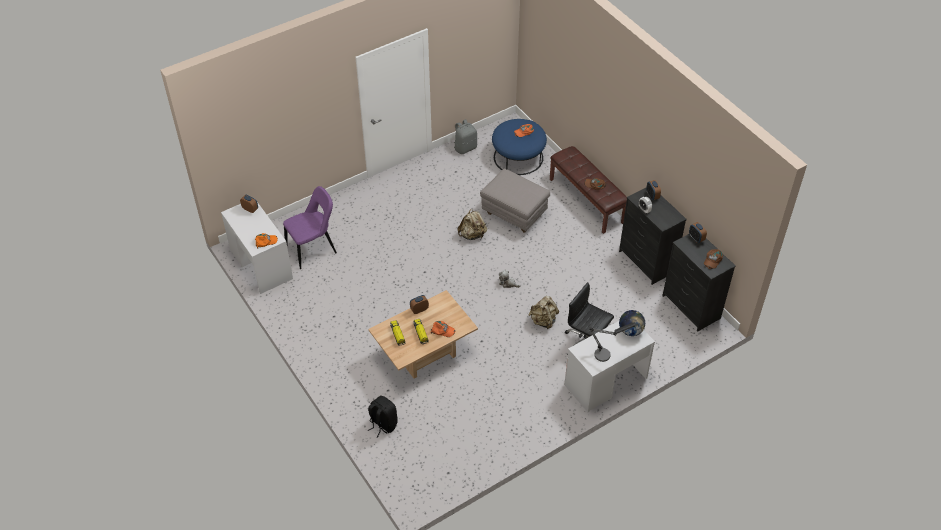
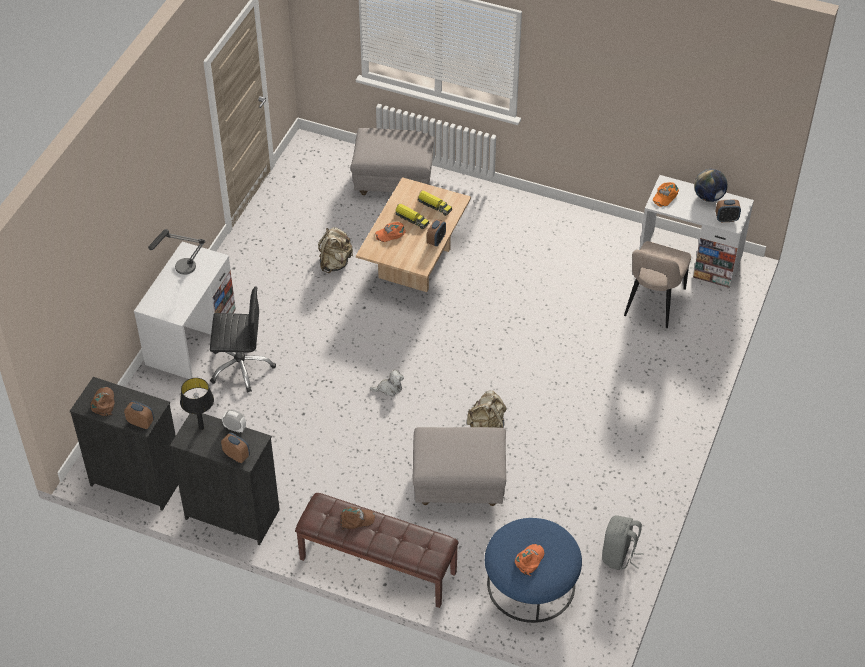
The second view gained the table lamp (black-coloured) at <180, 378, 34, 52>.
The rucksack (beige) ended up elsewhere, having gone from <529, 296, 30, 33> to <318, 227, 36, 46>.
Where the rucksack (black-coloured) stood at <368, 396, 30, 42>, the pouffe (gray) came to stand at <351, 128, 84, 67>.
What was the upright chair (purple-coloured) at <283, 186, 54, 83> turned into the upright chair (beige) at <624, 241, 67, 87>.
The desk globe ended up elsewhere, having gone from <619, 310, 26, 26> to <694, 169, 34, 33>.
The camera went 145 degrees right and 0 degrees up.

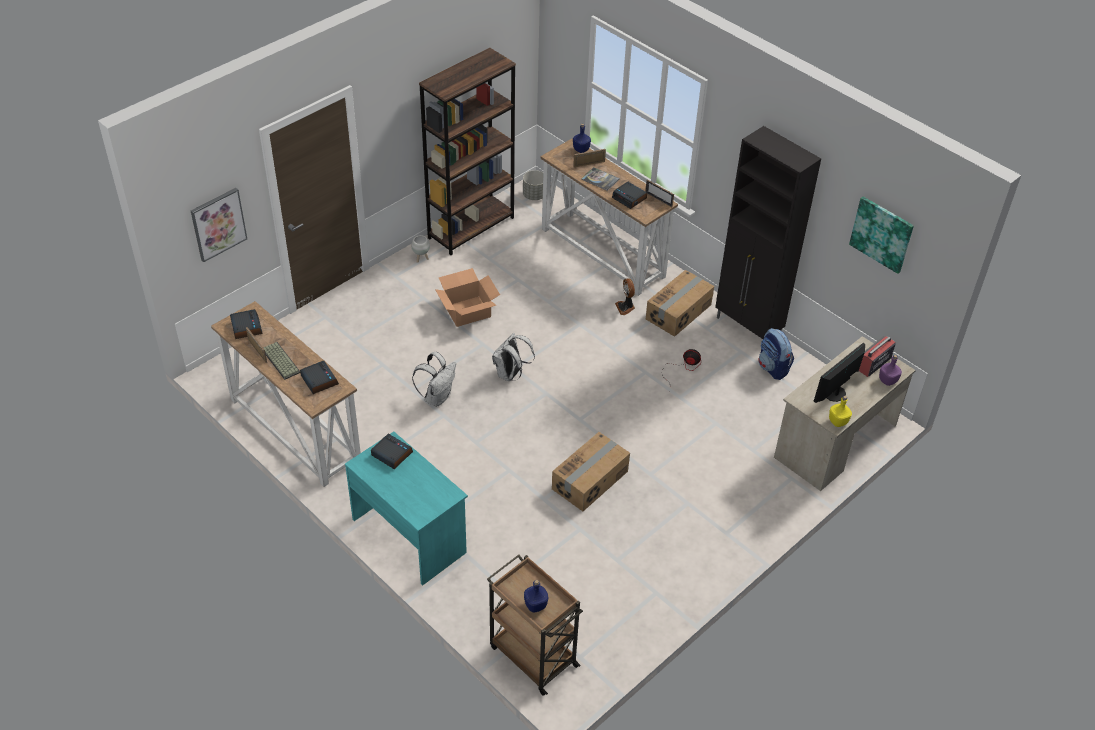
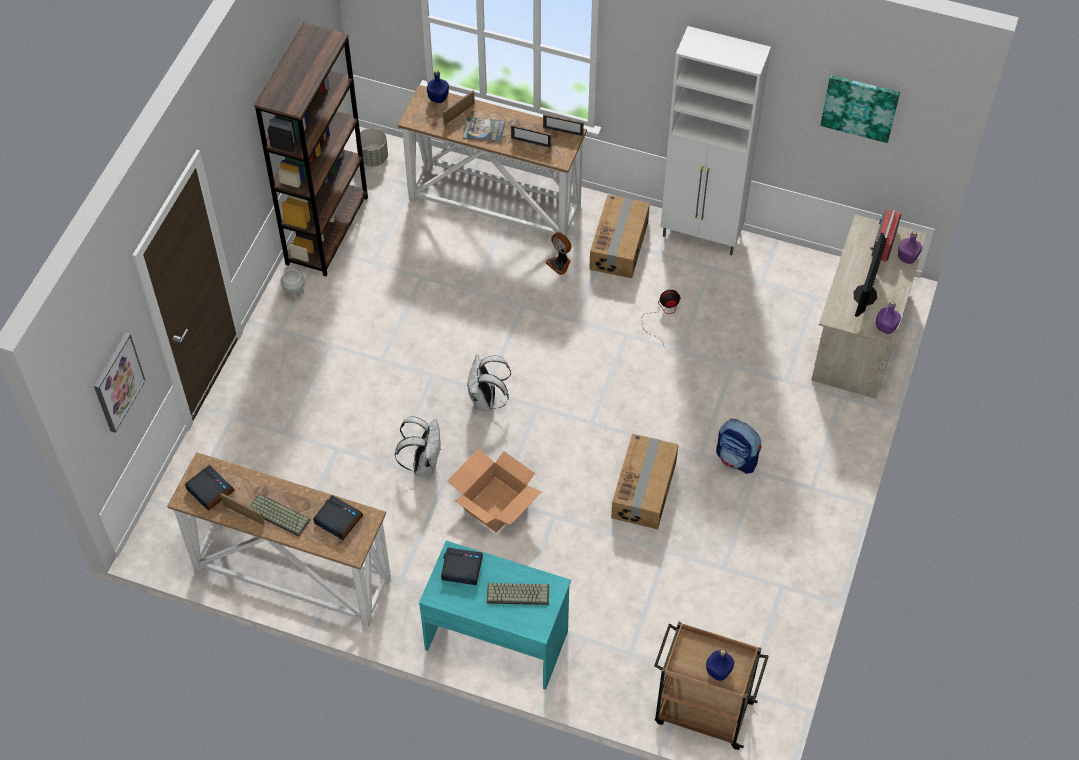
The carton ended up elsewhere, having gone from <435, 268, 65, 59> to <447, 449, 95, 84>.
The second view gained the PC keyboard at <487, 583, 62, 22>.
Where the table clock stood at <612, 182, 35, 27>, the photo frame came to stand at <511, 125, 40, 23>.
What was the storage cabinet (black-coloured) at <715, 126, 106, 213> turned into the storage cabinet (whitish) at <661, 26, 110, 229>.
The rucksack ended up elsewhere, having gone from <758, 328, 36, 52> to <716, 418, 46, 56>.
What was the bottle (yellow) at <829, 396, 23, 31> turned into the bottle (purple-coloured) at <876, 301, 25, 33>.
The camera went 25 degrees left and 10 degrees up.

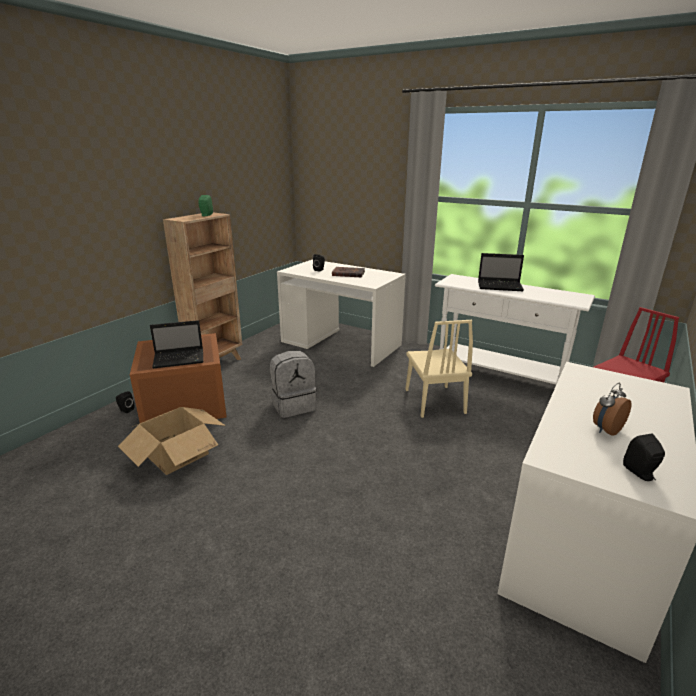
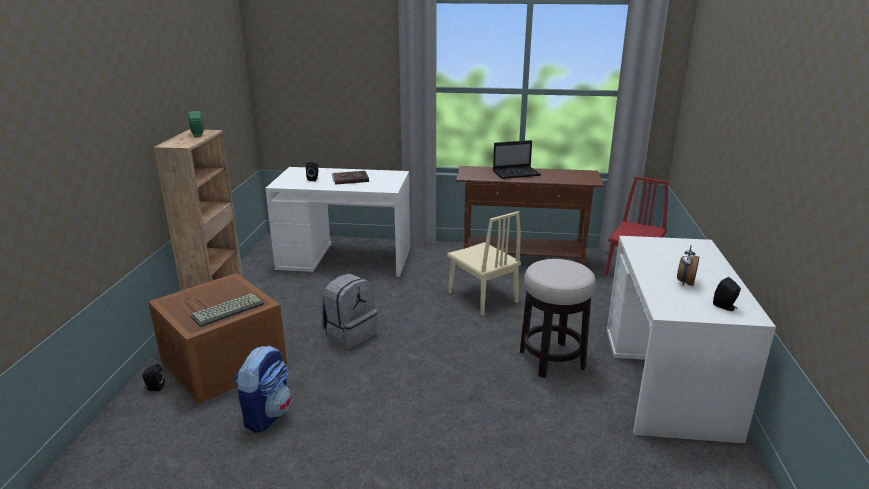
Where the laptop stood at <150, 320, 53, 48>, the PC keyboard came to stand at <191, 293, 73, 34>.
Where the carton stood at <118, 407, 108, 68>, the rucksack came to stand at <234, 346, 57, 87>.
What was the narrow table (whitish) at <435, 274, 160, 110> turned into the narrow table (brownish) at <456, 166, 148, 99>.
The second view gained the stool at <520, 259, 76, 119>.
The camera went 25 degrees left and 0 degrees up.

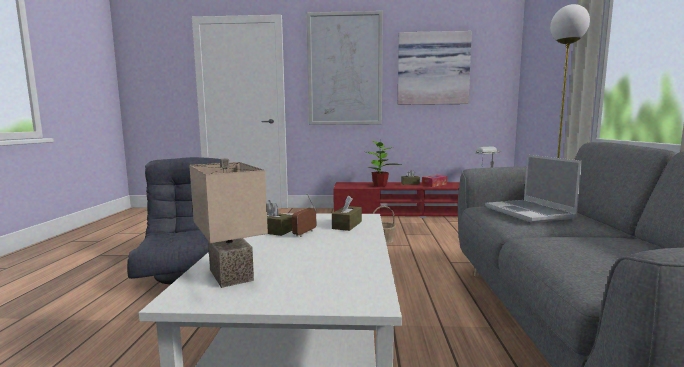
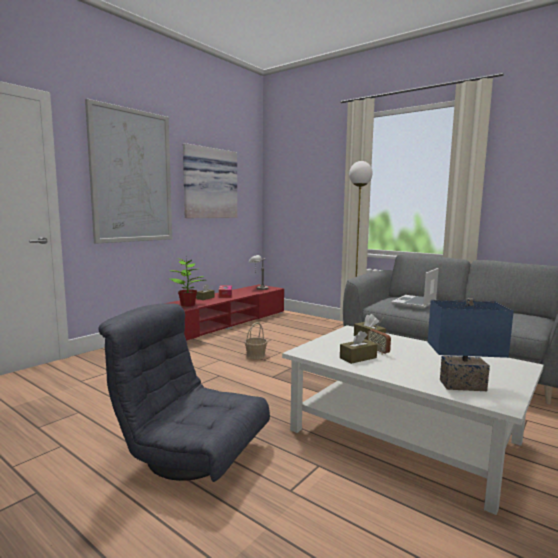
The laptop at <485, 155, 97, 68> ended up facing another way, 105 degrees clockwise from before.
What was the table lamp (beige) at <189, 158, 79, 130> turned into the table lamp (bluish) at <428, 298, 86, 93>.
The camera went 55 degrees left and 0 degrees up.

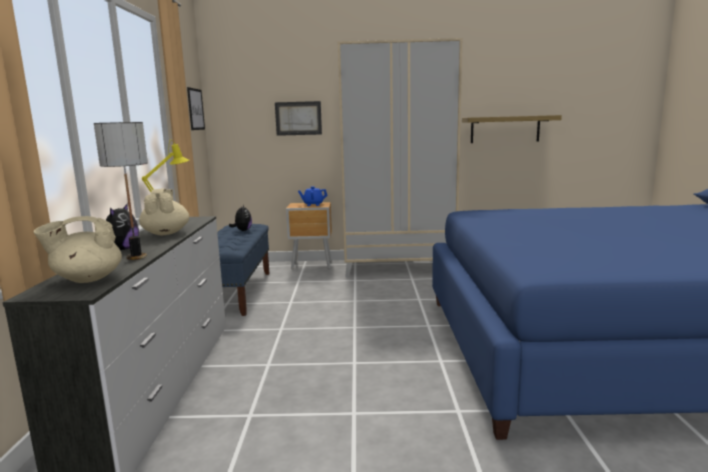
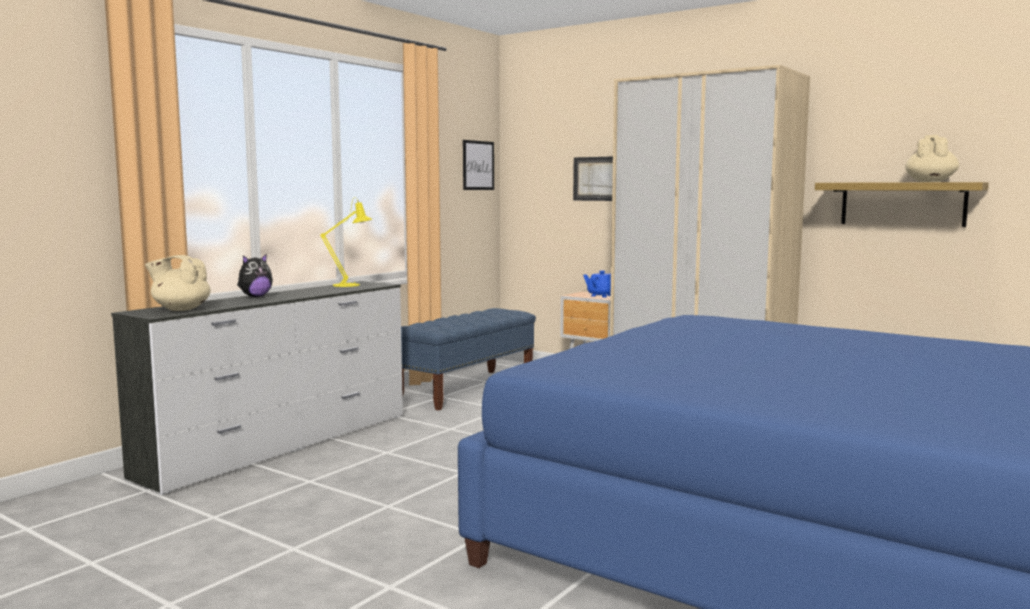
The teapot (beige) ended up elsewhere, having gone from <139, 188, 50, 47> to <905, 135, 54, 47>.
The second view lost the table lamp at <94, 122, 54, 138>.
The second view lost the soft toy at <229, 205, 23, 26>.
The camera went 35 degrees right and 5 degrees down.

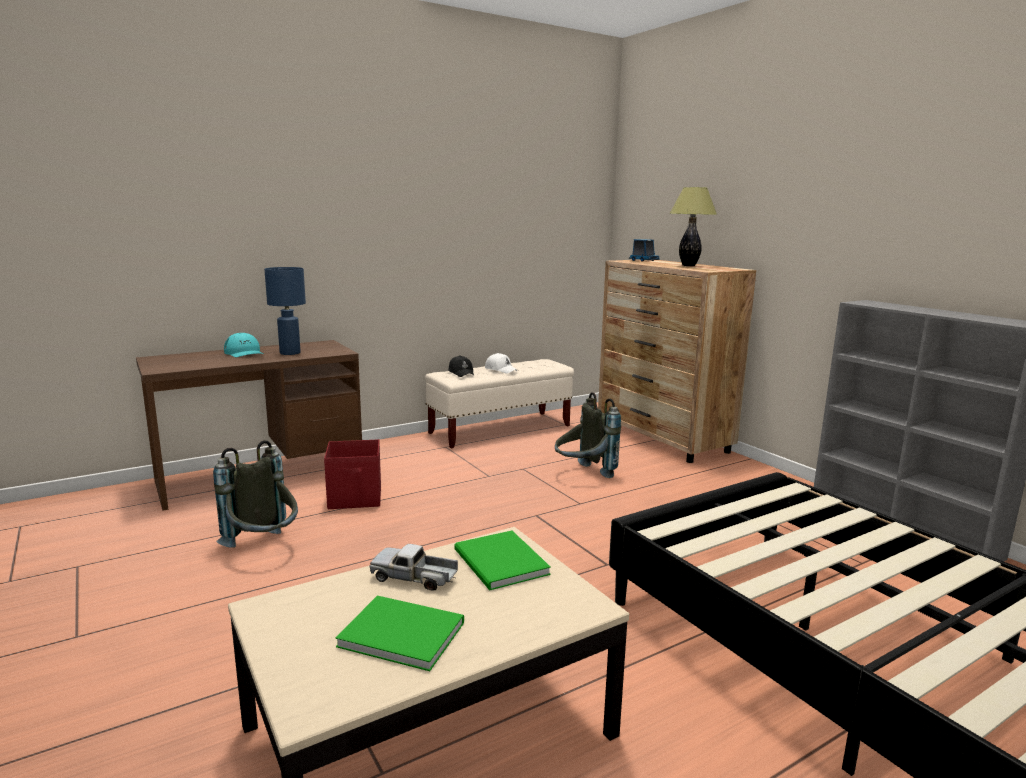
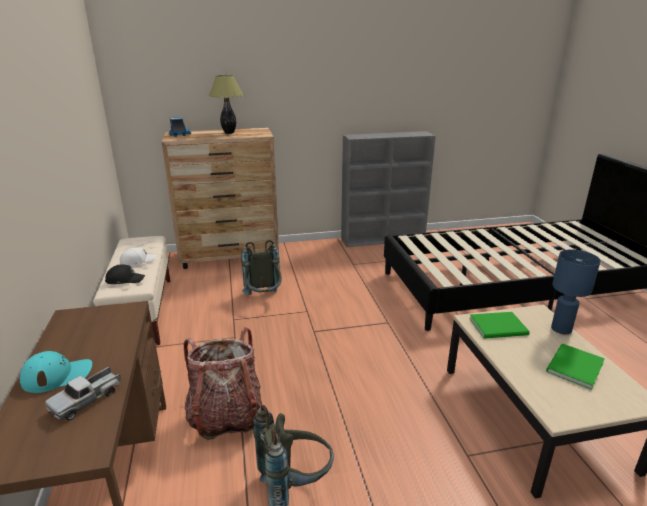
The model truck ended up elsewhere, having gone from <369, 544, 89, 47> to <45, 367, 76, 53>.
Where the storage box (reddish) stood at <324, 439, 57, 70>, the rucksack came to stand at <184, 327, 78, 113>.
The table lamp (bluish) ended up elsewhere, having gone from <264, 267, 42, 88> to <551, 249, 50, 85>.
The camera went 70 degrees left and 10 degrees up.

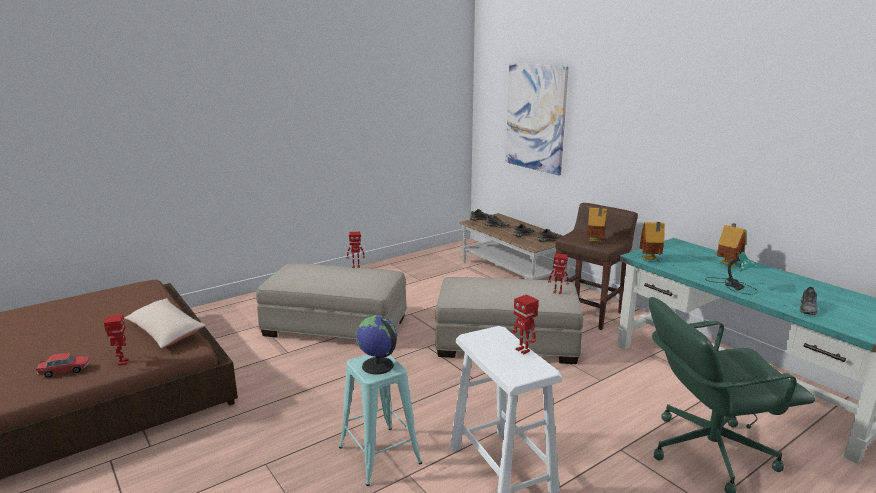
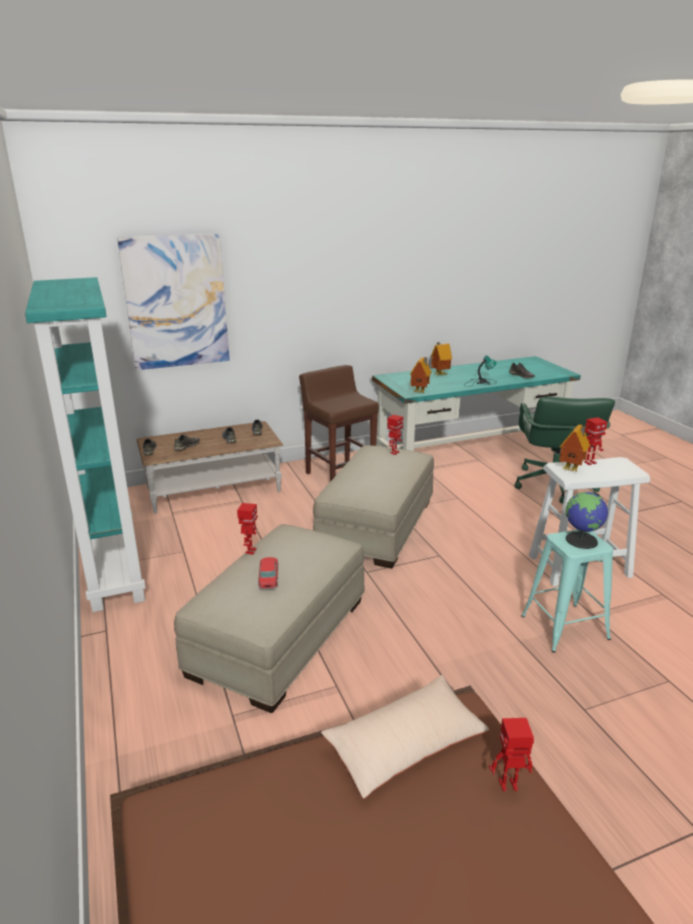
The second view gained the shelving unit (turquoise) at <25, 277, 121, 335>.
The miniature car ended up elsewhere, having gone from <36, 353, 53, 24> to <258, 557, 20, 32>.
The toy house ended up elsewhere, having gone from <587, 207, 20, 36> to <559, 425, 31, 47>.
The camera went 75 degrees left and 5 degrees up.

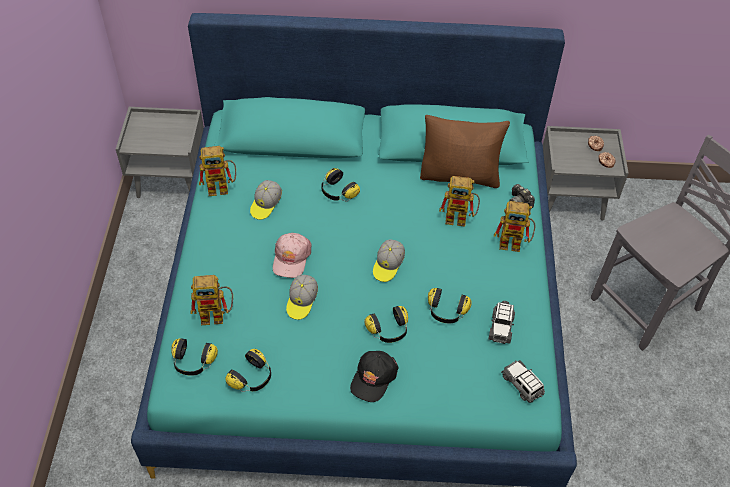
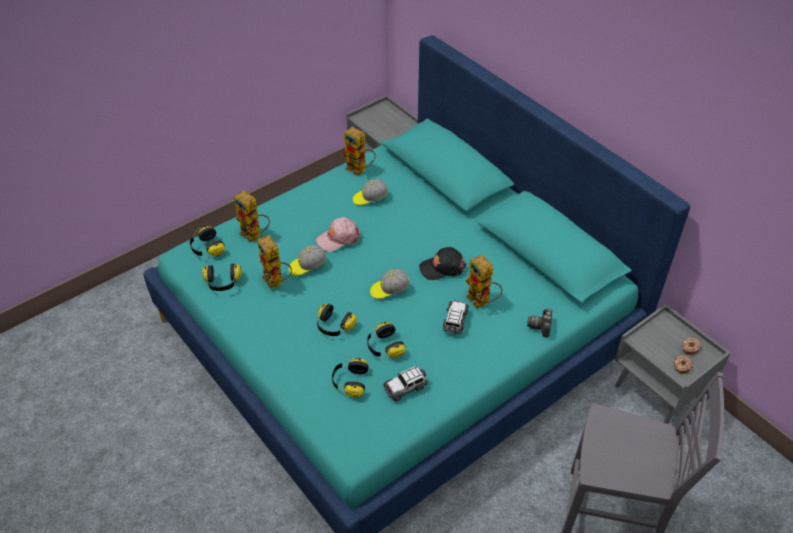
The toy robot ended up elsewhere, having gone from <494, 201, 42, 51> to <257, 235, 35, 54>.
The pair of headphones ended up elsewhere, having gone from <322, 168, 38, 33> to <332, 358, 37, 40>.
The baseball cap (black-coloured) ended up elsewhere, having gone from <350, 351, 49, 51> to <419, 247, 47, 33>.
The miniature car ended up elsewhere, having gone from <501, 360, 44, 43> to <443, 300, 26, 35>.
The second view lost the throw pillow (brownish) at <420, 115, 90, 73>.
The camera went 50 degrees right and 5 degrees down.

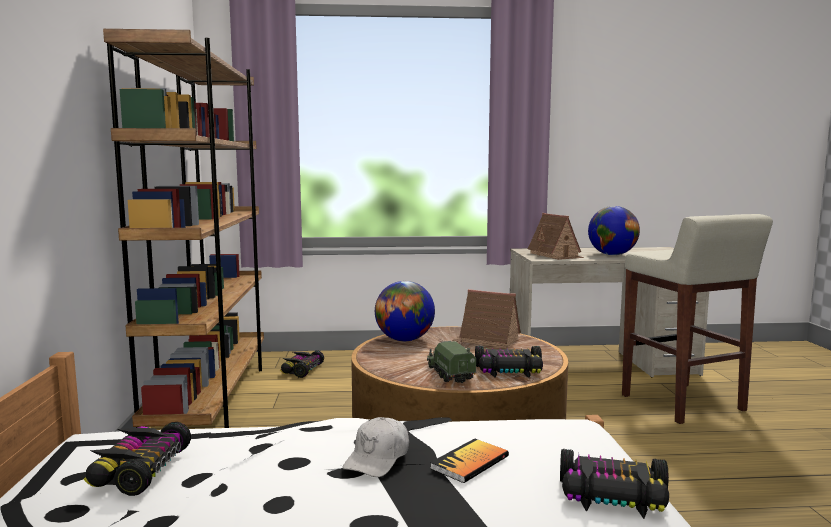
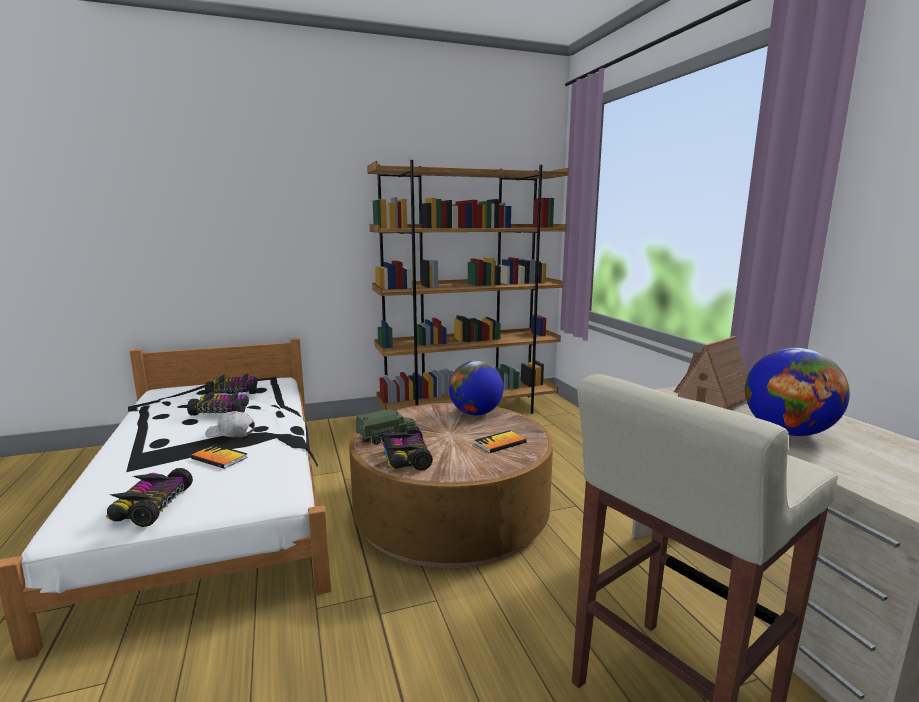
The miniature car ended up elsewhere, having gone from <280, 351, 44, 27> to <187, 390, 62, 26>.
Where the toy house stood at <452, 289, 69, 59>, the bound book came to stand at <474, 430, 53, 23>.
The camera went 75 degrees right and 5 degrees up.

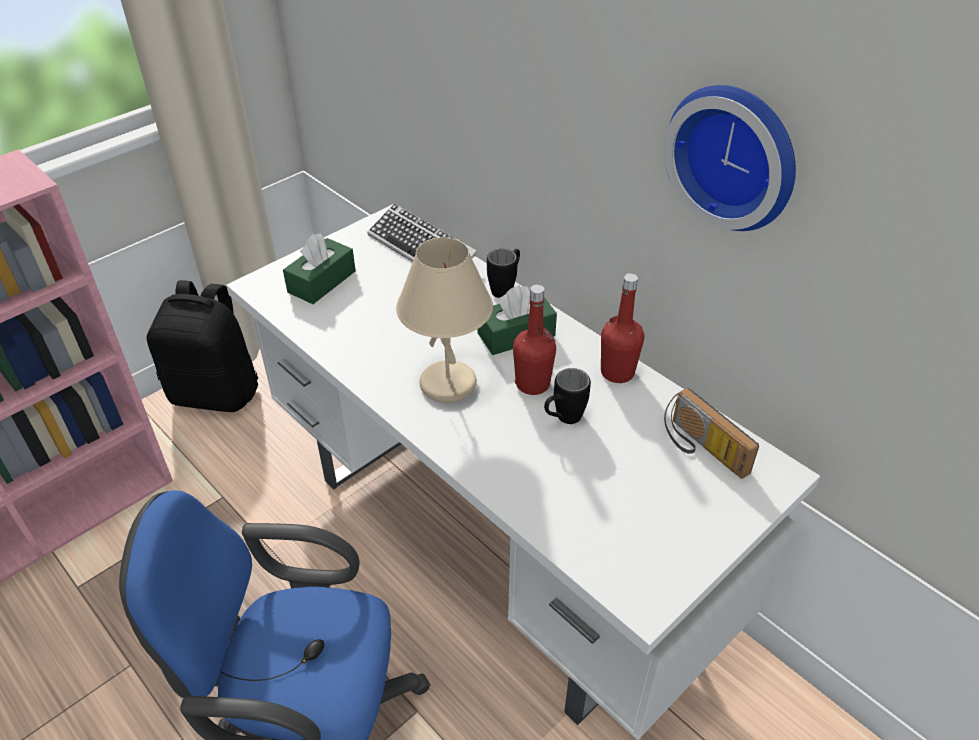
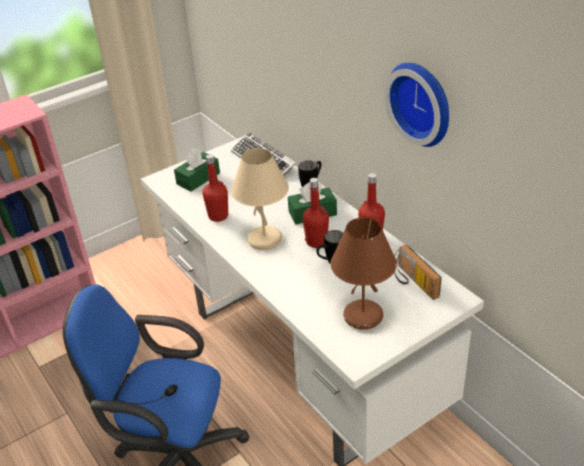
The second view gained the bottle (reddish) at <202, 154, 26, 68>.
The second view gained the table lamp (brownish) at <330, 217, 67, 113>.
The second view lost the rucksack (black-coloured) at <146, 280, 112, 132>.
The camera went 10 degrees right and 5 degrees down.

